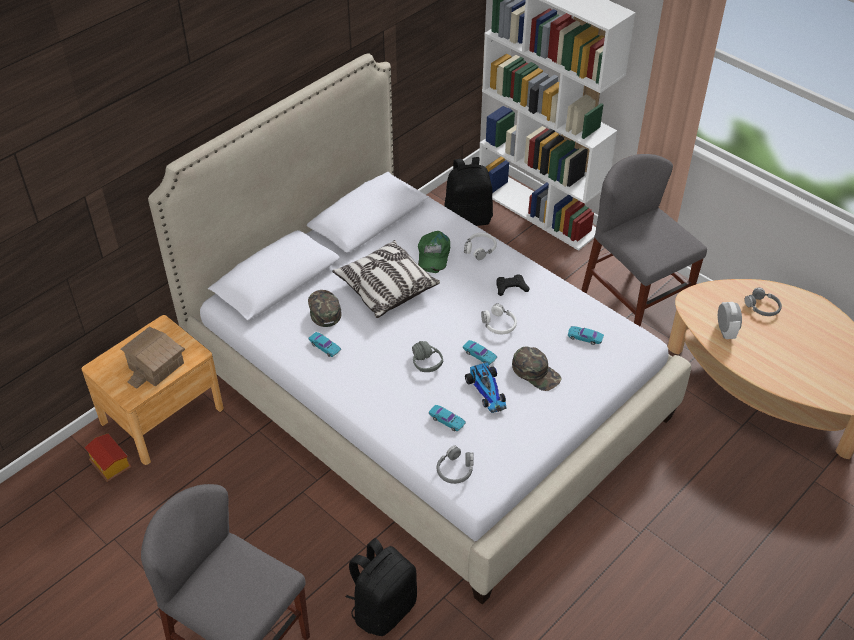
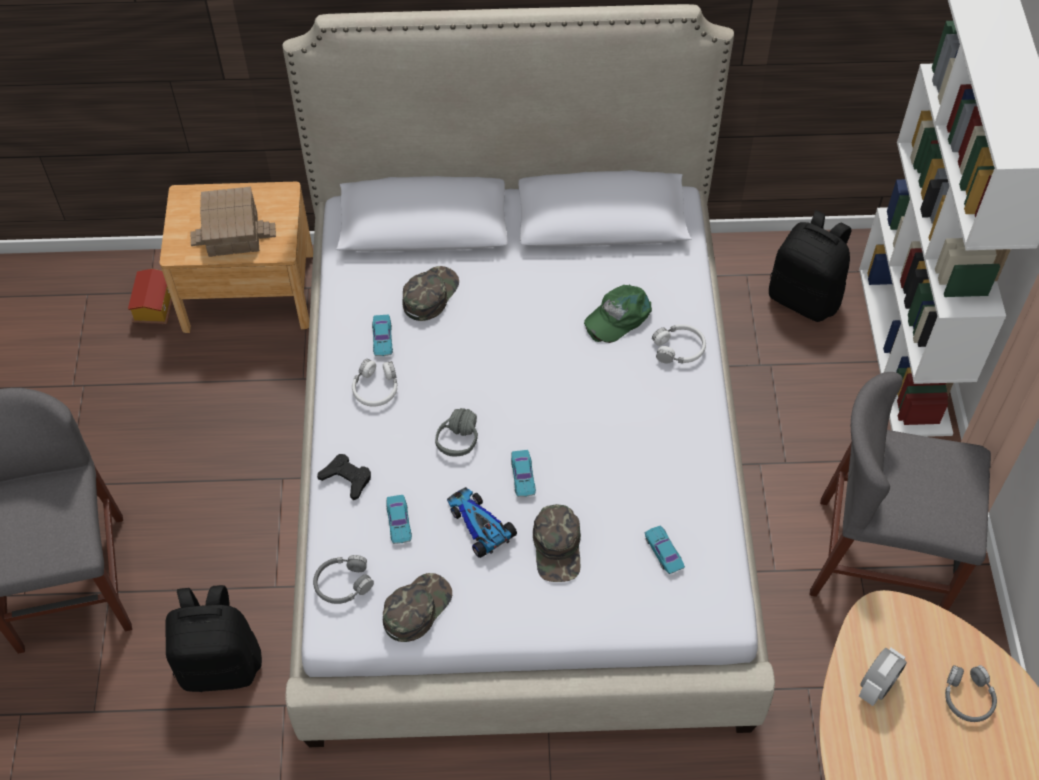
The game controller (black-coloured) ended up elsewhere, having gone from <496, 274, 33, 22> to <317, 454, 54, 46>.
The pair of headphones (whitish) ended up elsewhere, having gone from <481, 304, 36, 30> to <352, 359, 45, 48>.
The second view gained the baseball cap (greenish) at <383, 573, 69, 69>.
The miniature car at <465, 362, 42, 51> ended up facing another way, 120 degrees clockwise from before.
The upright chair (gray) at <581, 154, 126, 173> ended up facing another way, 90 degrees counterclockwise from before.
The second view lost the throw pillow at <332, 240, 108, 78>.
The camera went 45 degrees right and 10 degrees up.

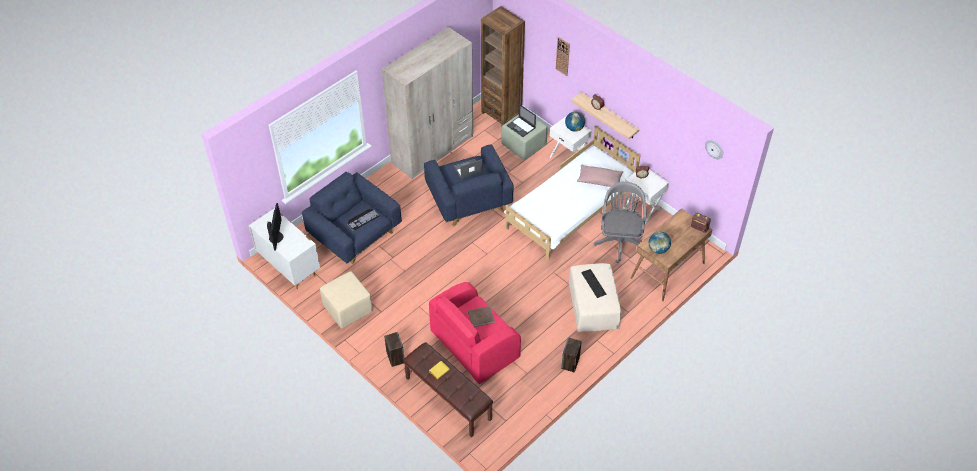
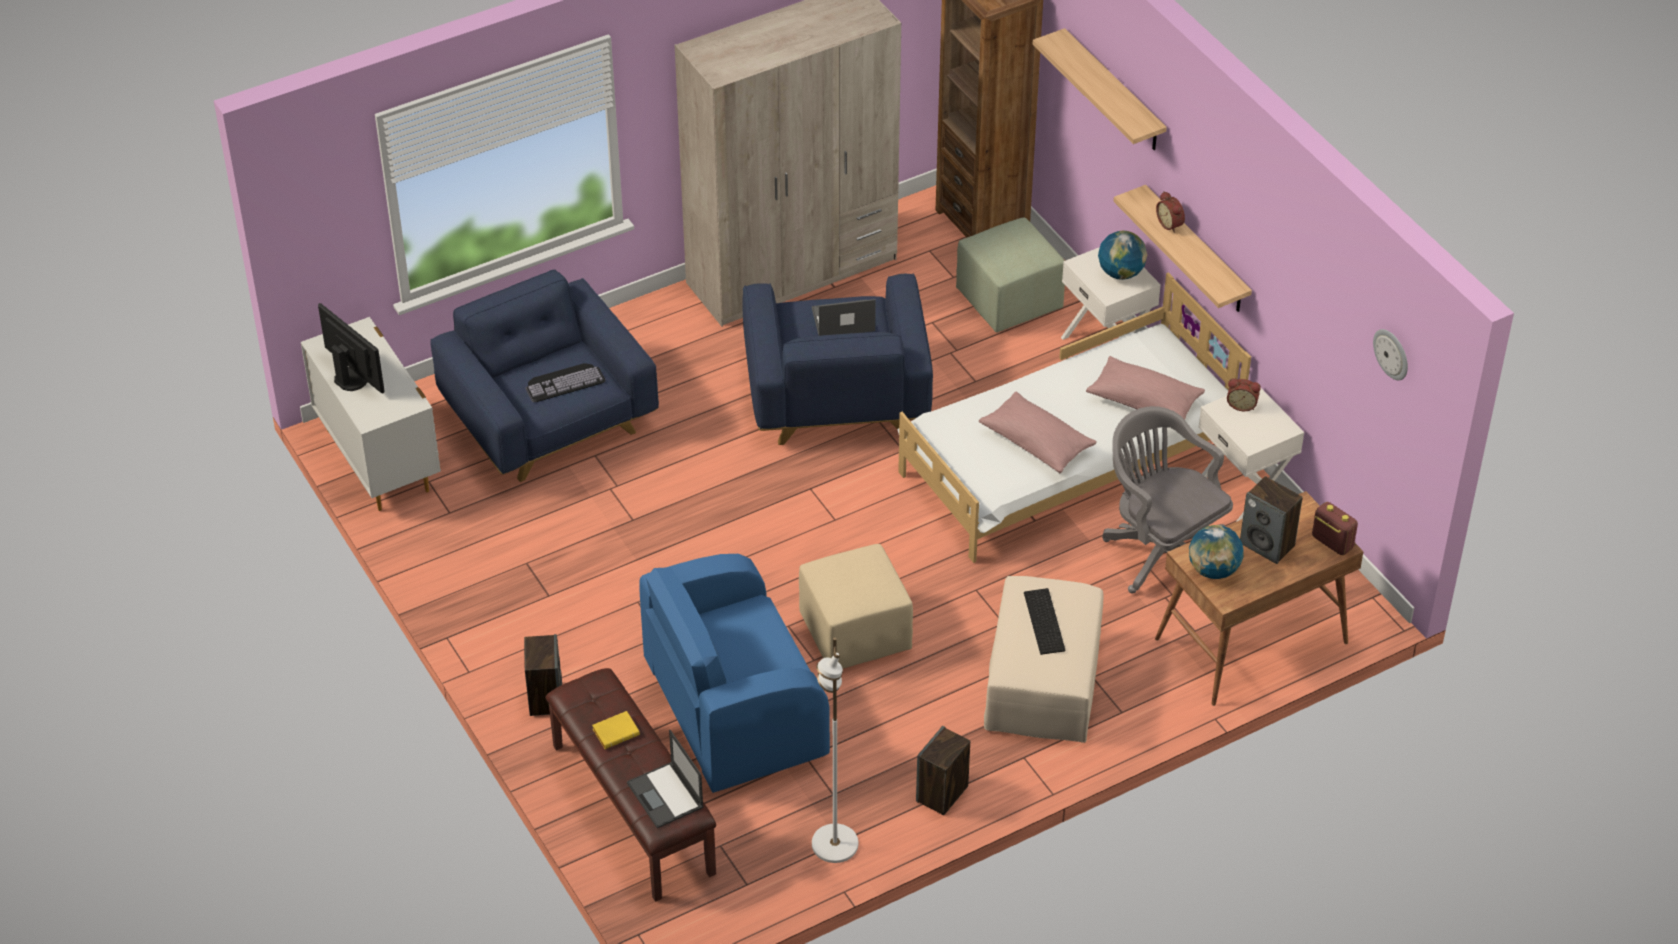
The computer display at <267, 203, 16, 47> ended up facing another way, 60 degrees counterclockwise from before.
The laptop ended up elsewhere, having gone from <507, 104, 29, 33> to <627, 730, 77, 98>.
What was the armchair (pink) at <429, 282, 92, 102> turned into the armchair (bluish) at <639, 554, 191, 239>.
The pouffe (beige) ended up elsewhere, having gone from <320, 271, 53, 58> to <799, 544, 114, 124>.
The second view gained the floor lamp (whitish) at <812, 637, 47, 226>.
The second view gained the throw pillow (pink) at <979, 391, 118, 82>.
Where the hanging clock hung at <556, 37, 14, 39>, the bracket shelf came to hang at <1033, 28, 134, 122>.
The computer chair (gray) at <593, 182, 54, 81> ended up facing another way, 60 degrees counterclockwise from before.
The second view gained the speaker at <1240, 476, 63, 88>.
The second view lost the bound book (brownish) at <468, 306, 27, 21>.
The camera went 15 degrees right and 5 degrees down.

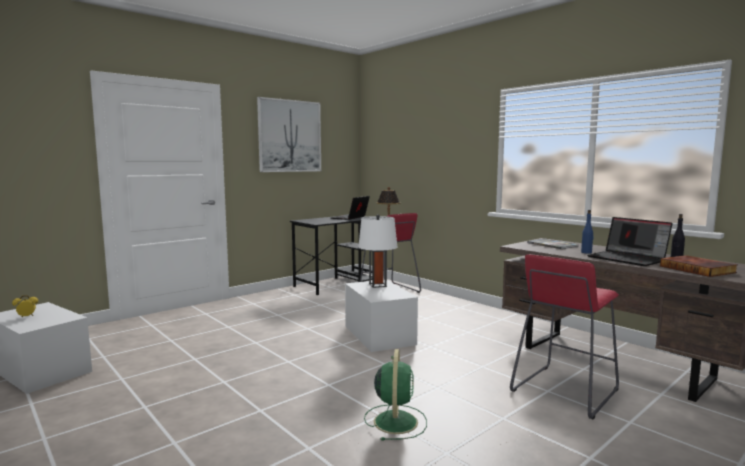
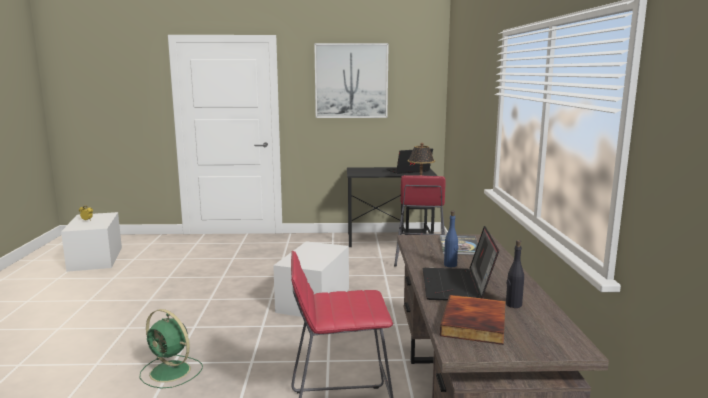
The fan (greenish) at <364, 349, 63, 92> ended up facing another way, 75 degrees clockwise from before.
The second view lost the table lamp (whitish) at <358, 214, 39, 74>.
The camera went 40 degrees right and 5 degrees up.

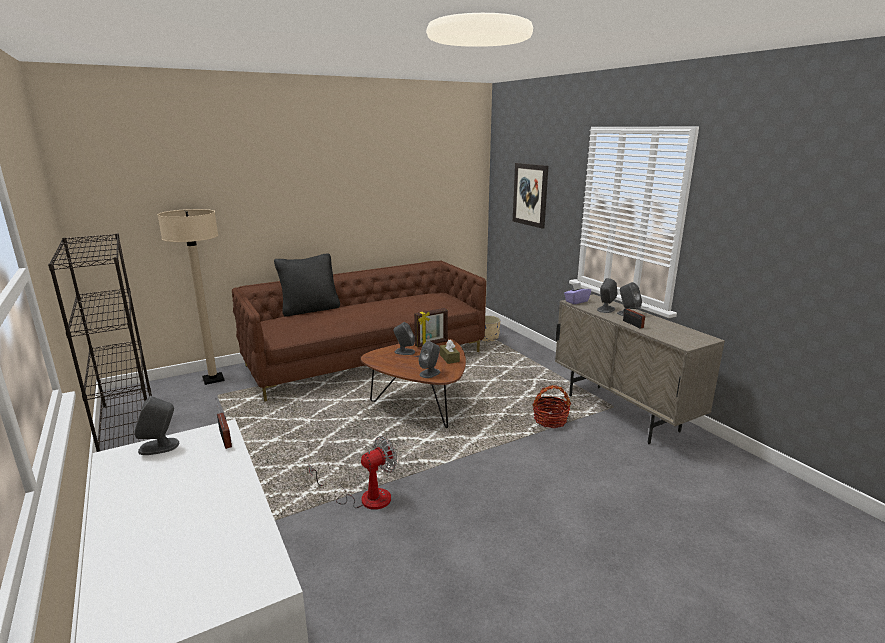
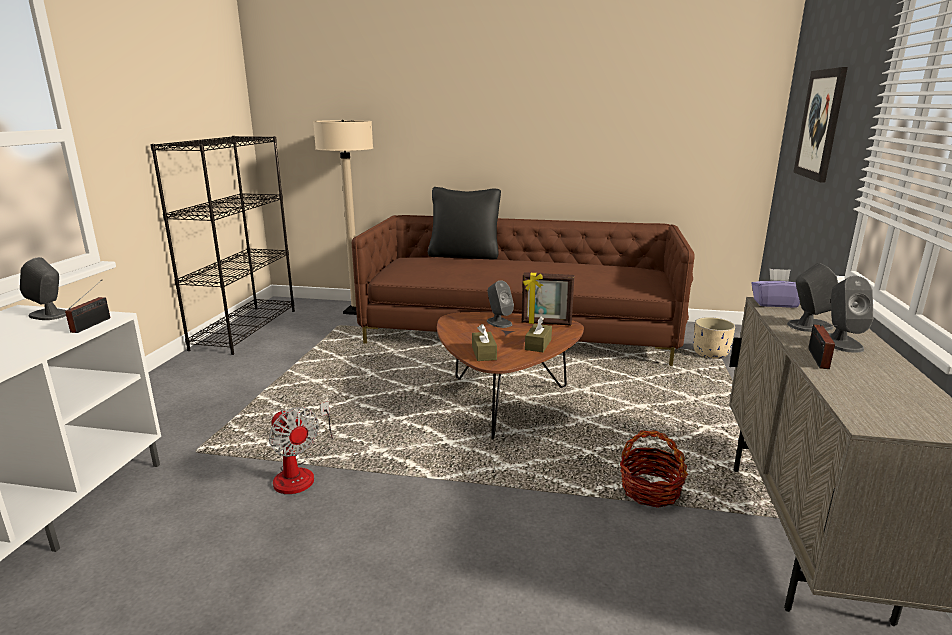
The fan at <308, 436, 89, 74> ended up facing another way, 45 degrees clockwise from before.
Where the speaker (gray) stood at <419, 341, 21, 37>, the box of tissues (brownish) came to stand at <472, 324, 25, 37>.
The camera went 40 degrees right and 0 degrees up.

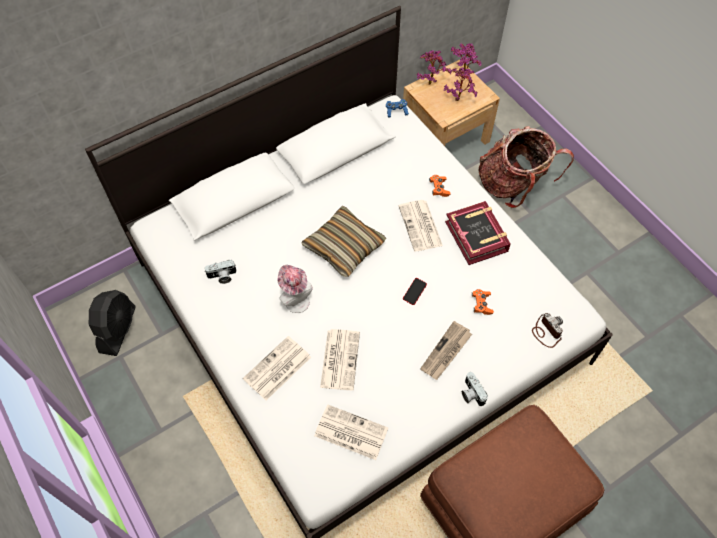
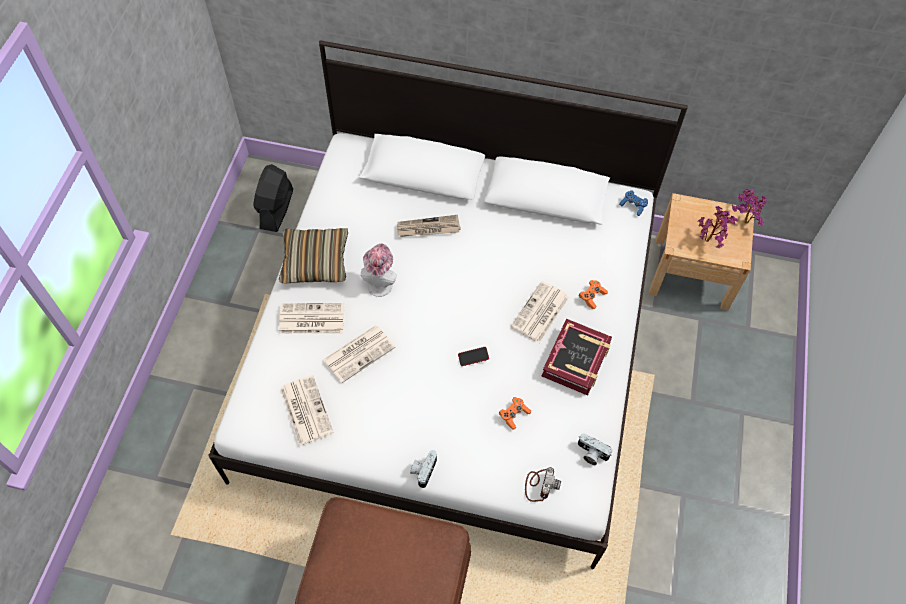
The fan (black-coloured) at <89, 290, 47, 66> ended up facing another way, 135 degrees clockwise from before.
The throw pillow ended up elsewhere, having gone from <301, 206, 85, 71> to <279, 228, 69, 56>.
The daily paper ended up elsewhere, having gone from <420, 321, 52, 59> to <397, 215, 64, 22>.
The photo camera ended up elsewhere, having gone from <204, 260, 32, 24> to <578, 434, 34, 31>.
The second view lost the plant in a pot at <417, 50, 34, 35>.
The second view lost the rucksack at <479, 126, 95, 82>.
The camera went 45 degrees right and 0 degrees up.

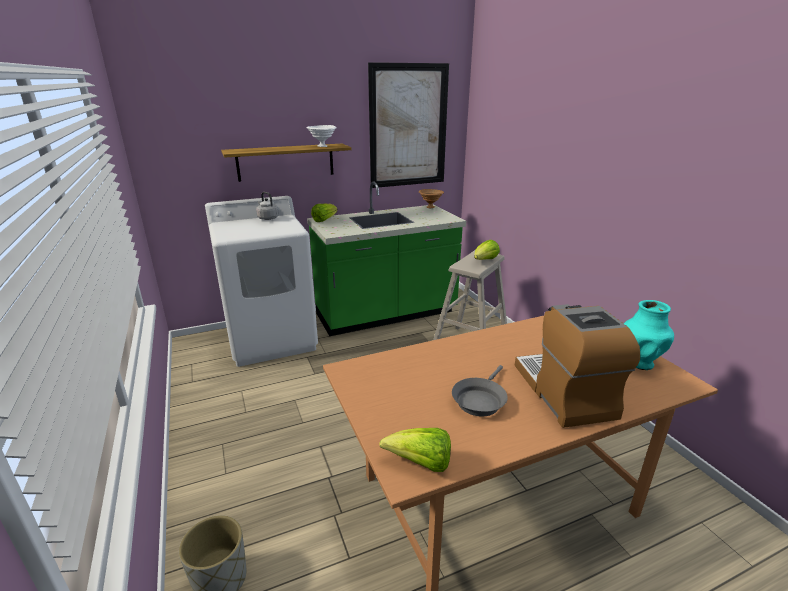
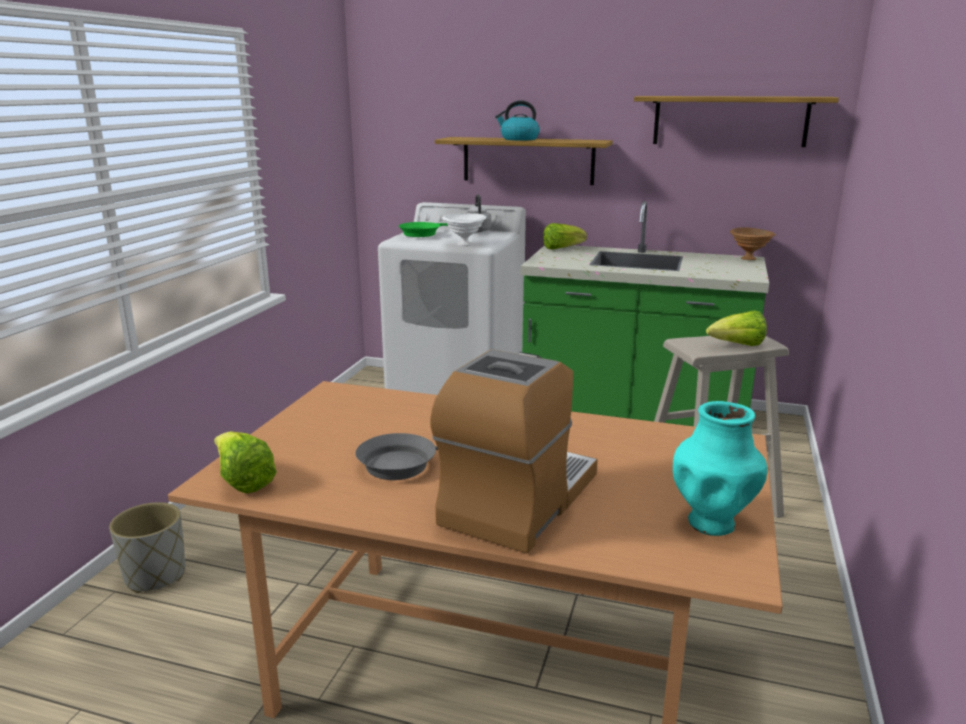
The second view gained the skillet (greenish) at <399, 222, 49, 15>.
The bowl (whitish) ended up elsewhere, having gone from <307, 125, 30, 22> to <442, 213, 44, 33>.
The second view gained the water kettle at <495, 100, 45, 41>.
Where the wall picture hung at <368, 62, 81, 126>, the bracket shelf came to hang at <634, 96, 205, 51>.
The camera went 40 degrees right and 5 degrees down.

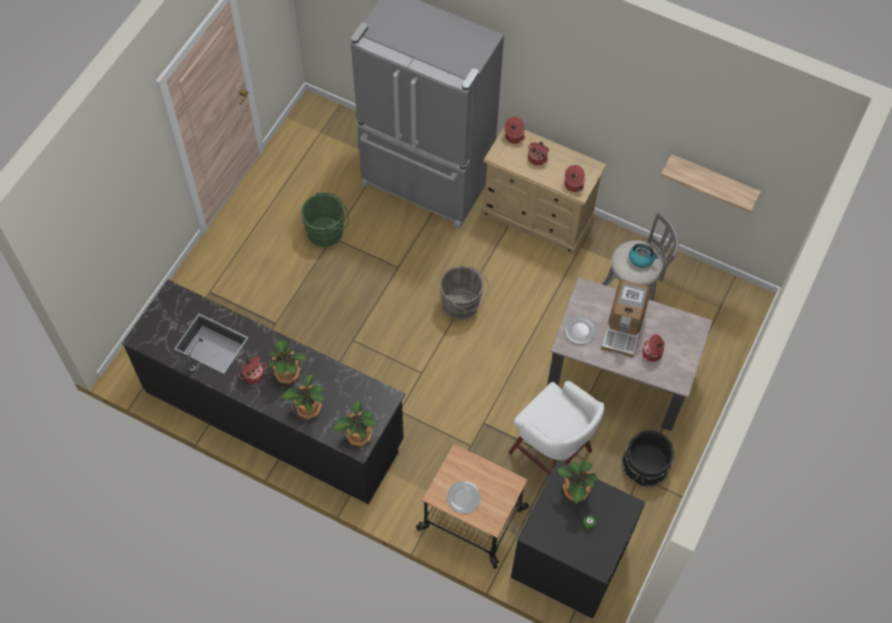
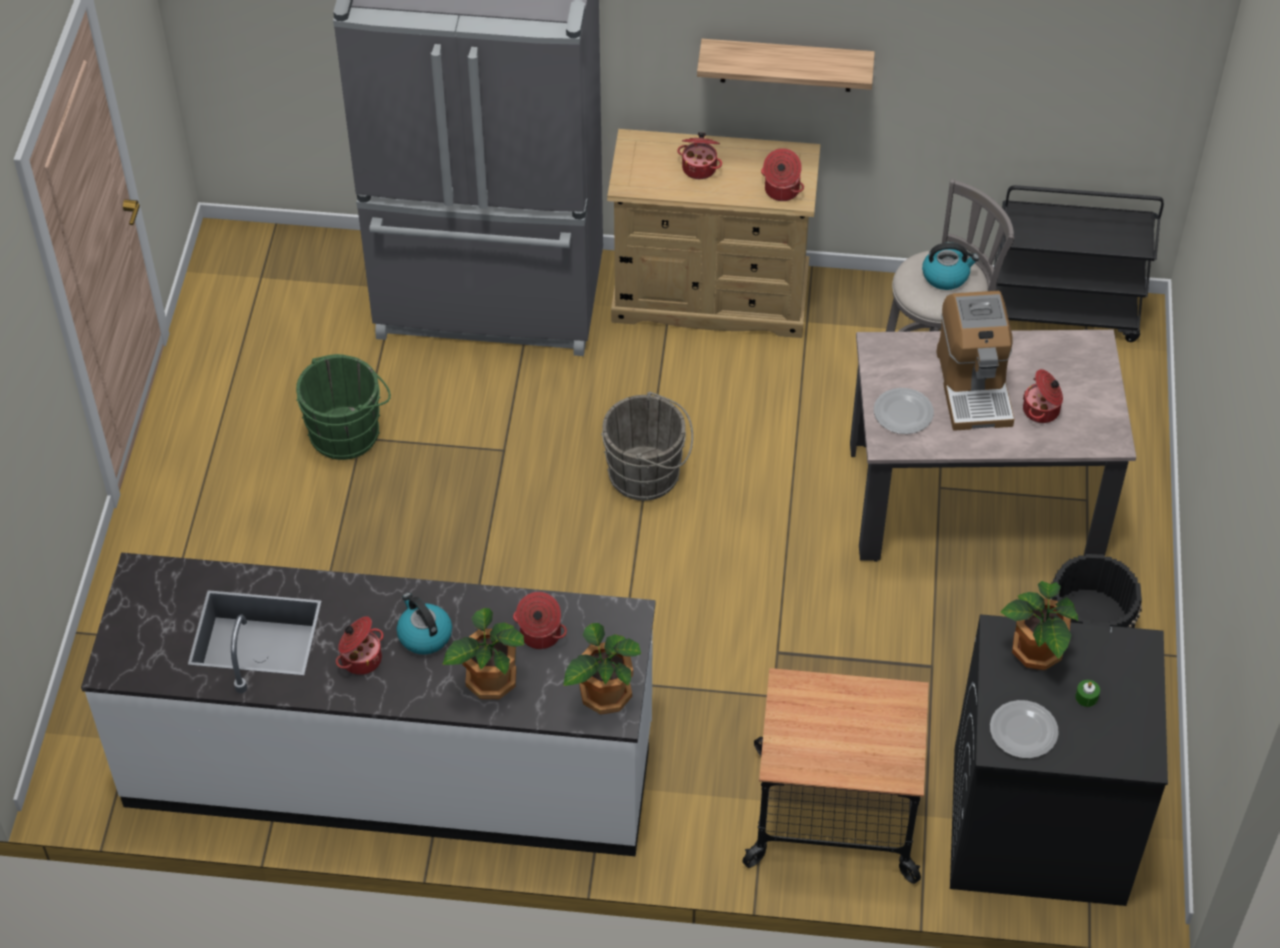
What was the counter (black-coloured) at <122, 280, 283, 224> turned into the counter (whitish) at <81, 552, 574, 305>.
Where the plant in a pot stood at <268, 340, 39, 44>, the water kettle came to stand at <397, 593, 55, 62>.
The cooking pot ended up elsewhere, having gone from <504, 117, 21, 27> to <513, 592, 54, 57>.
The bracket shelf ended up elsewhere, having gone from <661, 154, 100, 59> to <697, 39, 178, 53>.
The plate ended up elsewhere, having gone from <447, 481, 34, 32> to <990, 700, 69, 58>.
The second view gained the cart (black-coloured) at <994, 185, 170, 157>.
The second view lost the stool (whitish) at <508, 381, 97, 94>.
The camera went 20 degrees left and 10 degrees down.

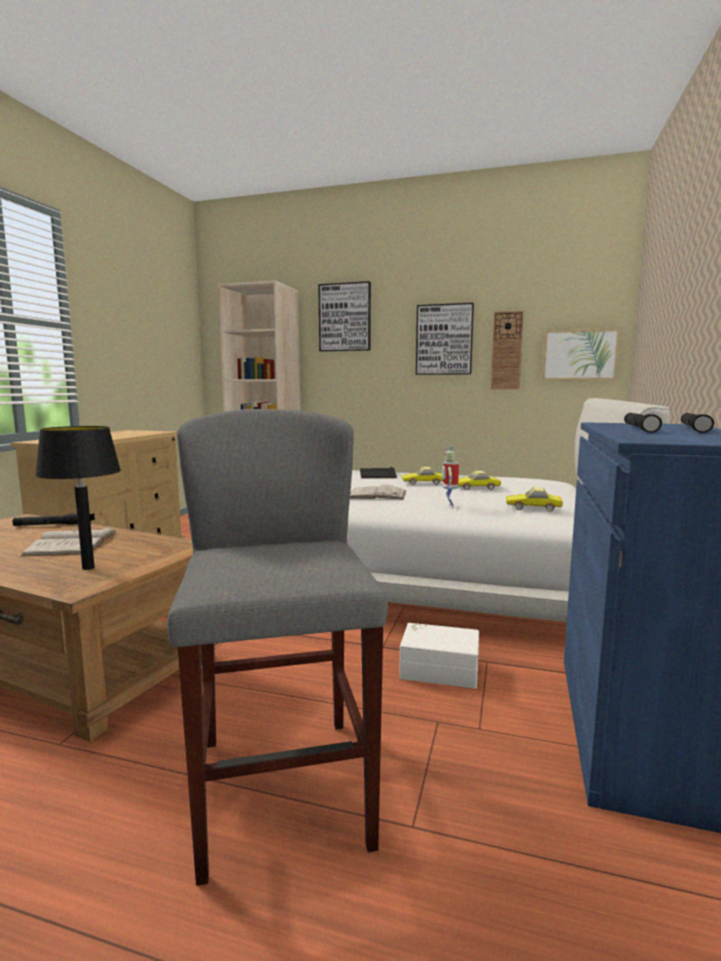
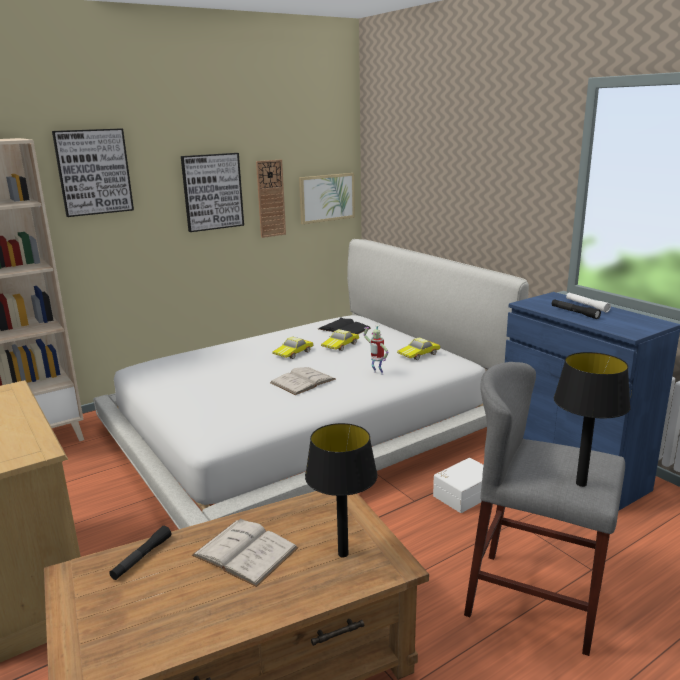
The bound book (black-coloured) ended up elsewhere, having gone from <360, 466, 37, 13> to <318, 318, 53, 16>.
The second view gained the table lamp (black-coloured) at <554, 352, 77, 135>.
What was the hand torch (black-coloured) at <681, 413, 33, 20> turned into the hand torch (whitish) at <566, 293, 45, 19>.
The camera went 50 degrees left and 10 degrees up.

